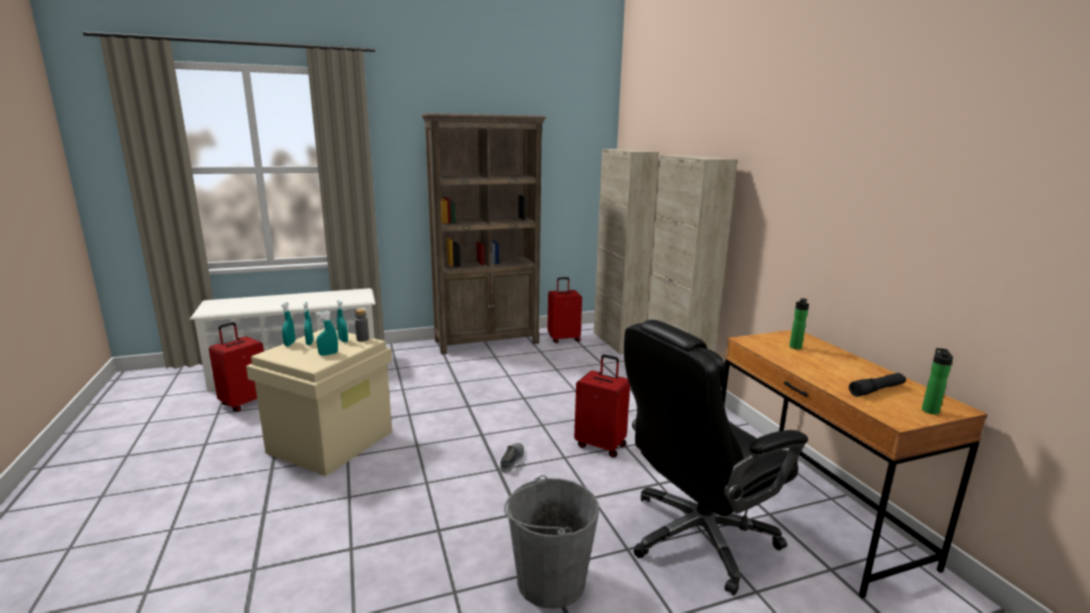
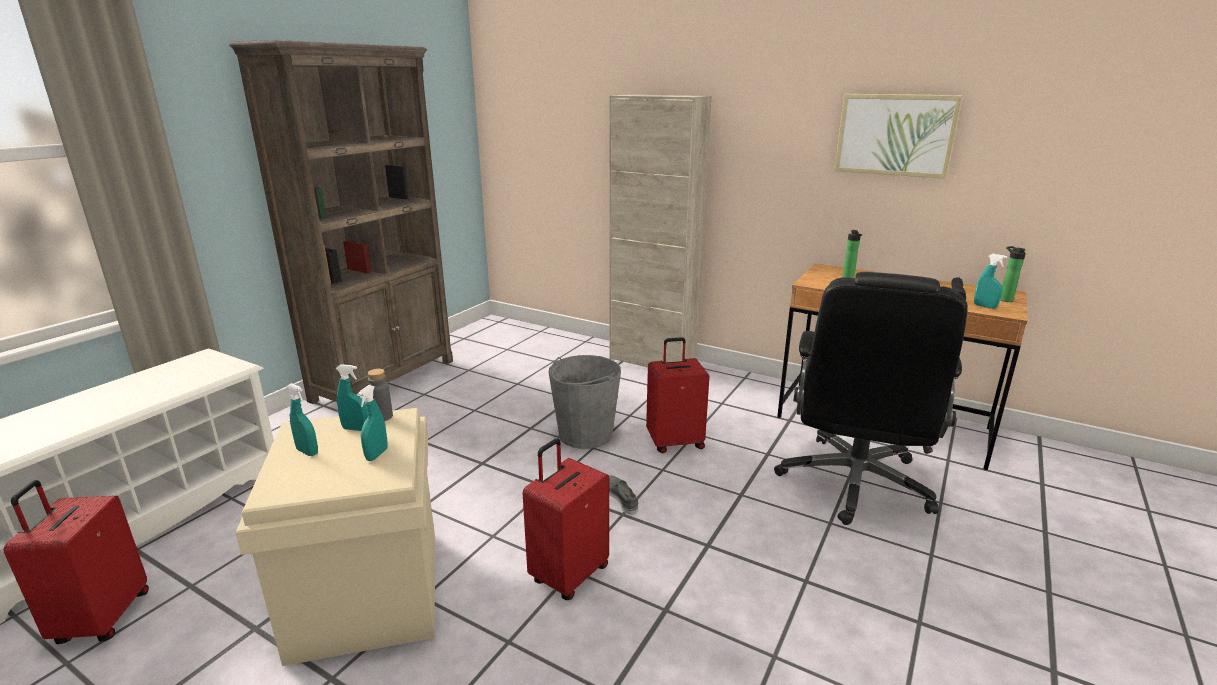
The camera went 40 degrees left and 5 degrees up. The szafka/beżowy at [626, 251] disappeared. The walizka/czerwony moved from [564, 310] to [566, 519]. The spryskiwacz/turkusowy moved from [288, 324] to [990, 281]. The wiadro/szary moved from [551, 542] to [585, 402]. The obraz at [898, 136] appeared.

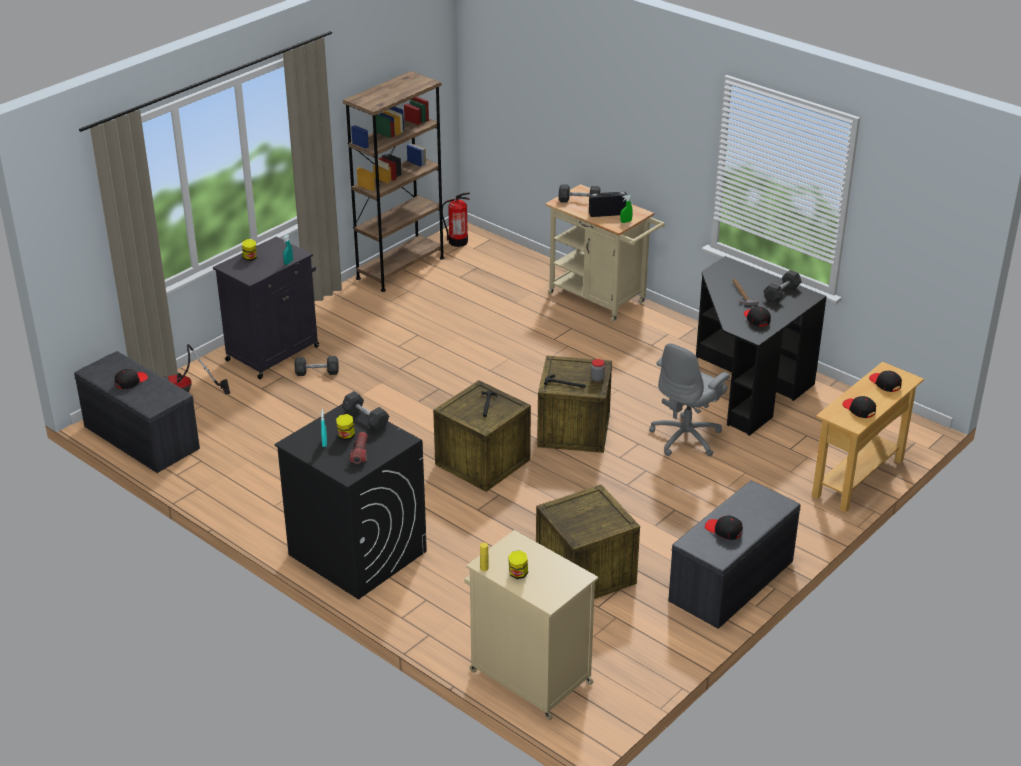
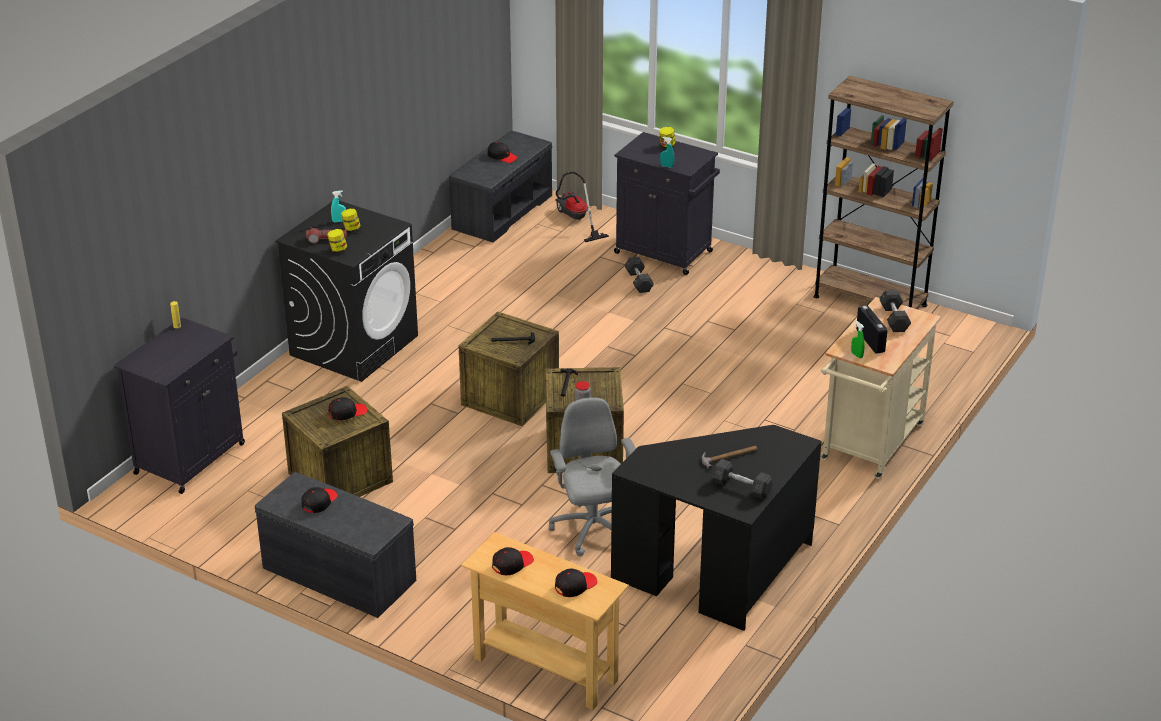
The camera went 80 degrees right and 0 degrees up. The gaśnica at [456, 219] disappeared. The czapka z daszkiem/czarny moved from [757, 316] to [347, 409]. The krzesło biurowe/szary at [689, 399] turned 45 degrees clockwise. The hantel/szary at [365, 411] disappeared. The szafka/beżowy at [531, 625] became the szafka/czarny at [179, 405]. The słoik moved from [518, 564] to [337, 241].

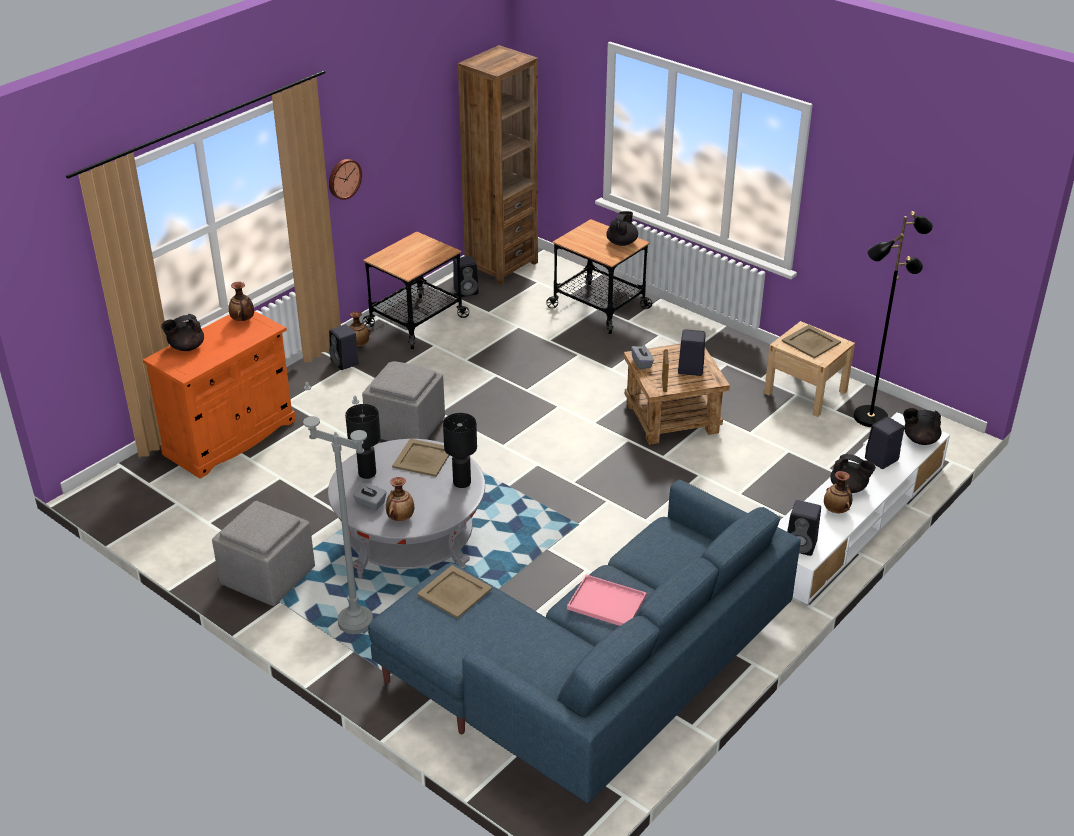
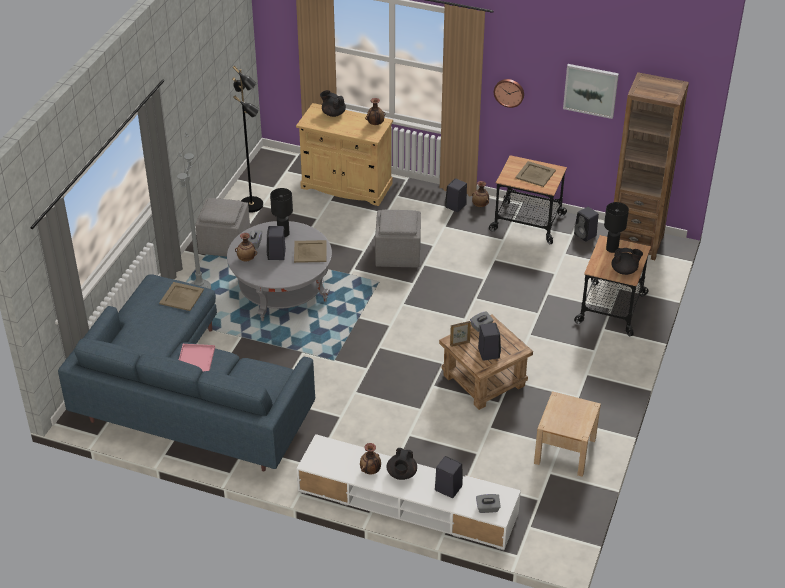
The camera went 70 degrees right and 5 degrees up. The lampa stojąca/czarny moved from [893, 319] to [247, 139]. The szafka/pomarańczowy at [219, 395] became the szafka/beżowy at [344, 154]. The taca/beżowy moved from [811, 342] to [535, 174]. The imbryk/czarny at [922, 426] was replaced by the pudełko chusteczek/szary at [488, 503]. The lampa stołowa/czarny moved from [460, 450] to [616, 227]. The głośnik/czarny moved from [804, 528] to [276, 243]. The obraz at [591, 91] appeared.

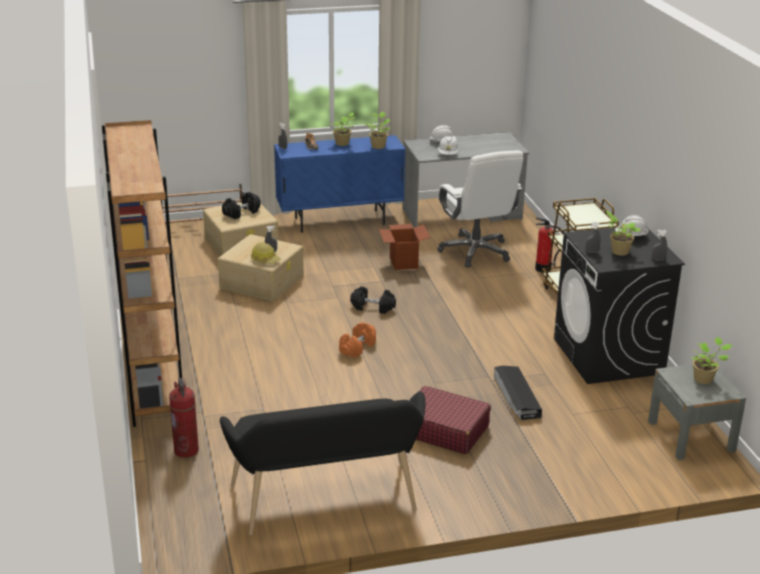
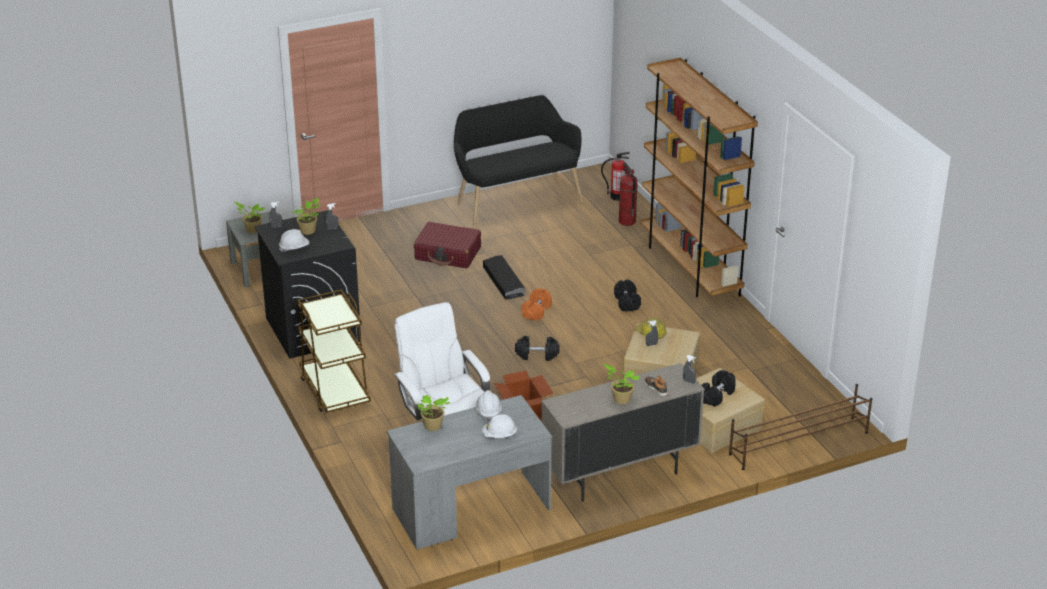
The camera went 170 degrees right and 5 degrees up. The roślina doniczkowa moved from [377, 130] to [433, 413]. The szafka/niebieski at [339, 184] became the szafka/beżowy at [622, 432]. The gaśnica moved from [549, 244] to [615, 176]. The pojemnik do przechowywania/czarny moved from [518, 393] to [504, 277]. The hantel/czarny at [627, 295] appeared.

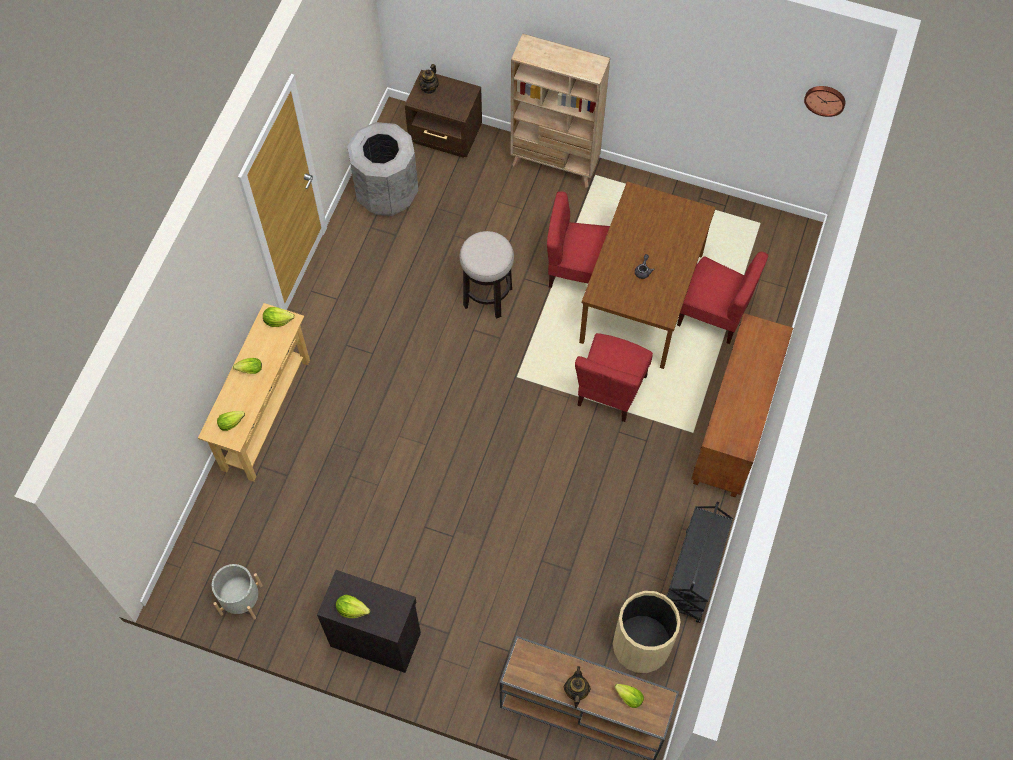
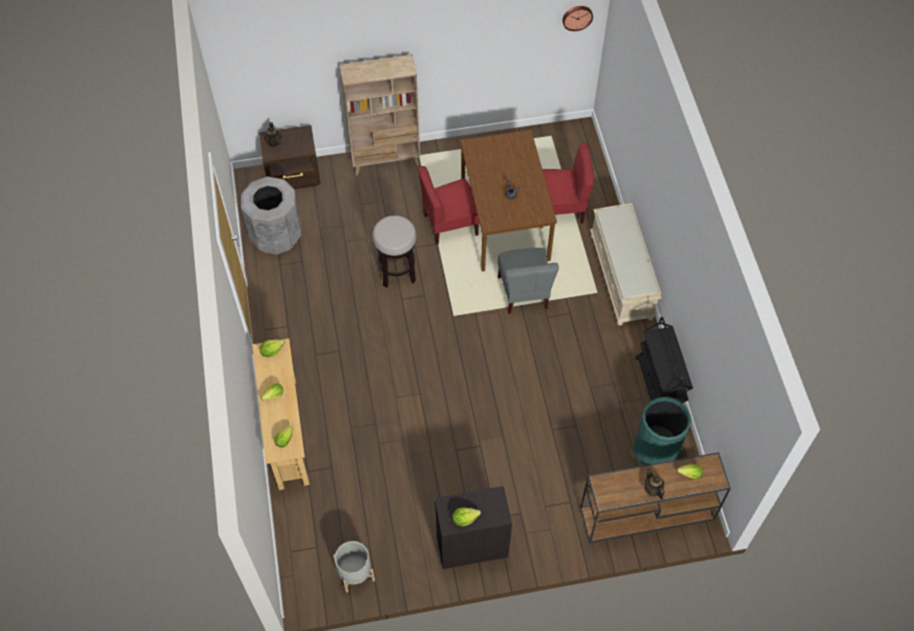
The camera went 30 degrees left and 5 degrees down. The szafka/brązowy at [742, 405] was replaced by the ławka/beżowy at [626, 264]. The krzesło/czerwony at [614, 377] became the krzesło/szary at [528, 281]. The kosz na śmieci/beżowy at [647, 632] became the kosz na śmieci/zielony at [662, 431].

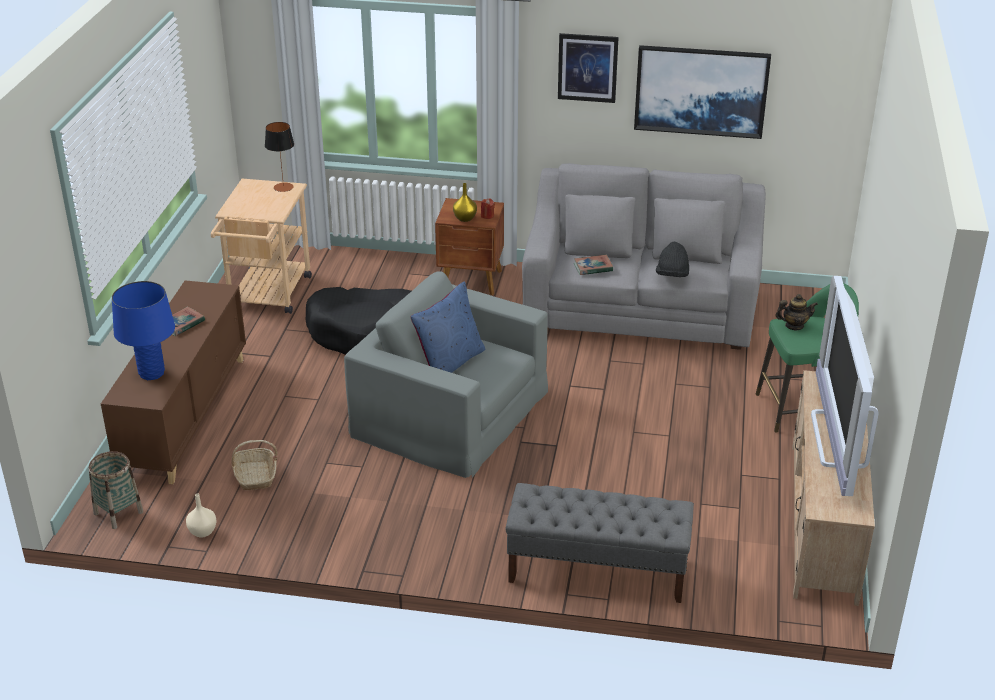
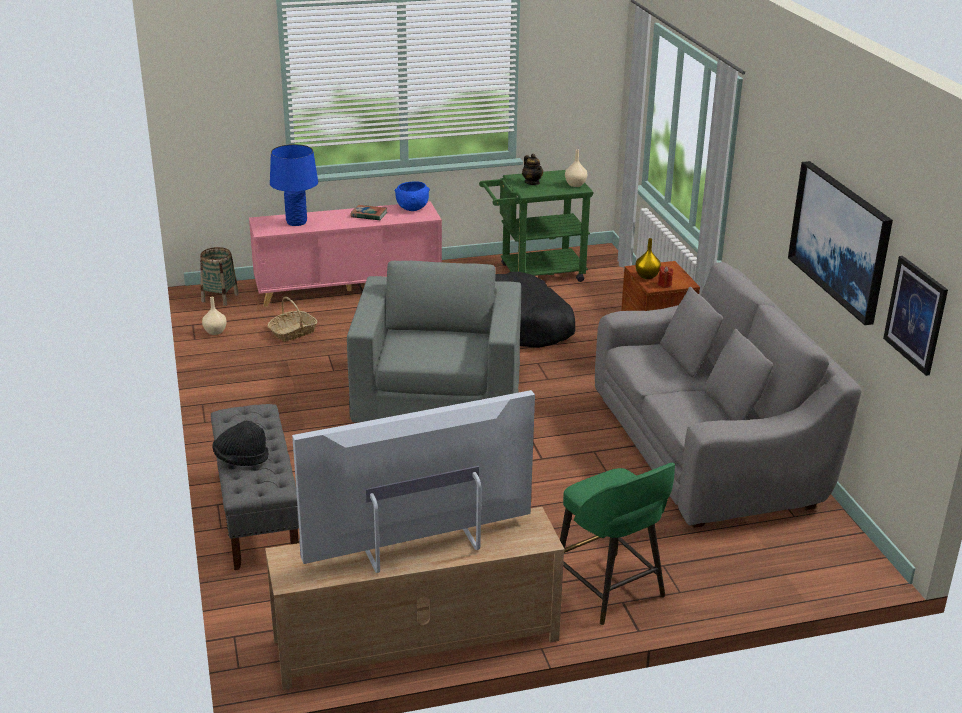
The camera went 65 degrees right and 5 degrees down. The obraz moved from [588, 68] to [915, 316]. The lampa stołowa at [279, 157] was replaced by the wazon/beżowy at [576, 168]. The wózek/beżowy at [261, 246] became the wózek/zielony at [536, 226]. The kapelusz/czarny moved from [672, 259] to [240, 443]. The książka at [593, 264] disappeared. The szafka/brązowy at [173, 382] became the szafka/różowy at [345, 254]. The poduszka/niebieski at [448, 327] disappeared. The imbryk moved from [796, 312] to [532, 169]. The miska/niebieski at [412, 196] appeared.

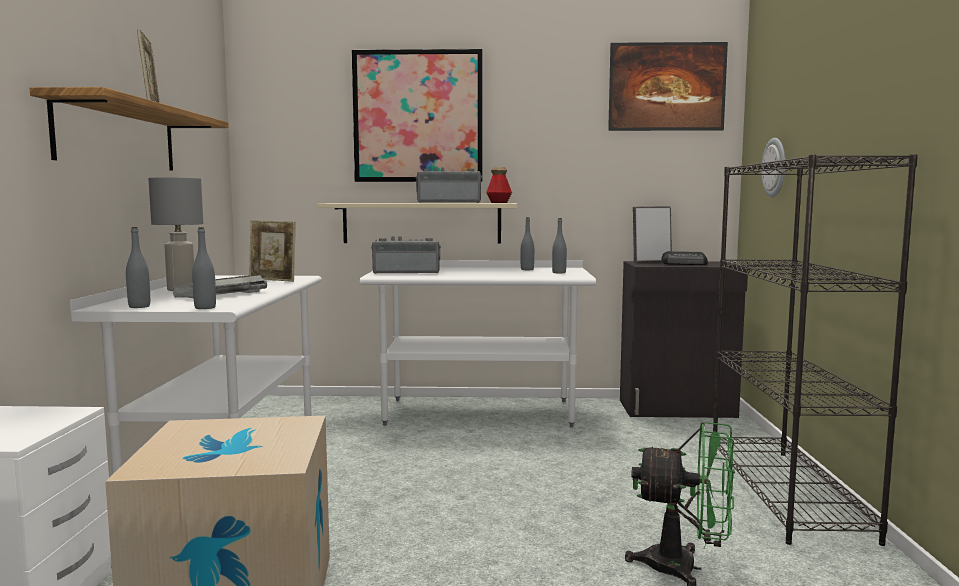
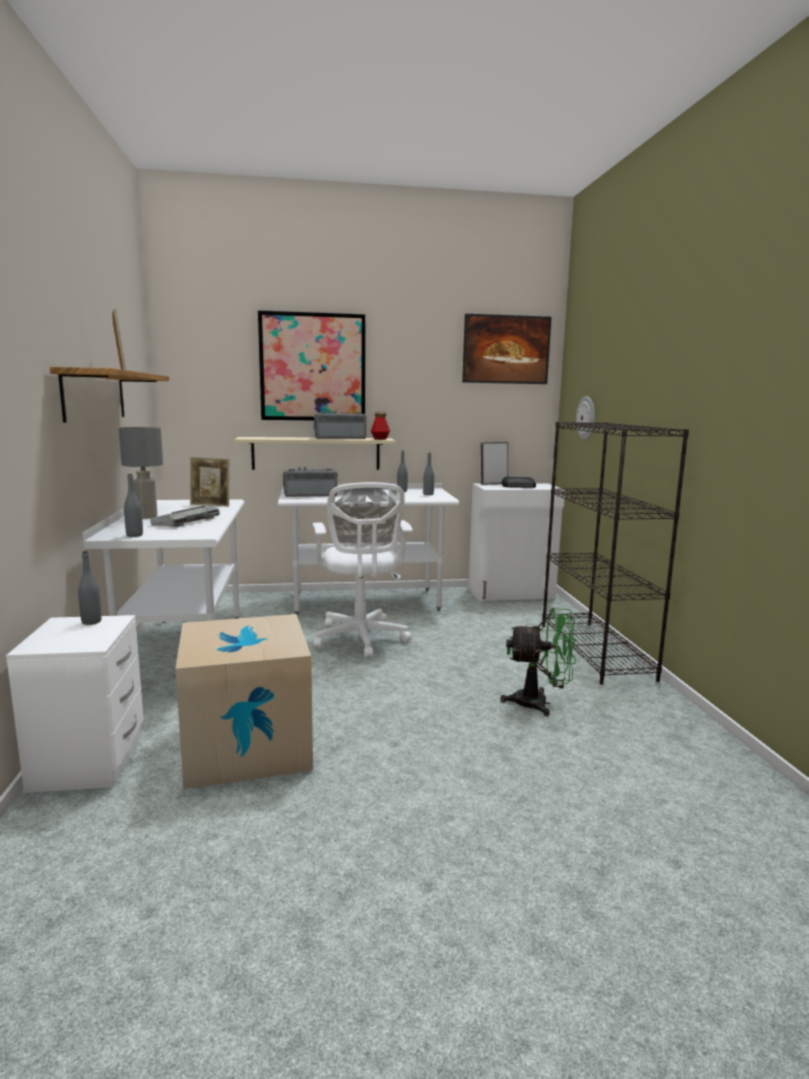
The camera went 10 degrees left and 5 degrees up. The butelka/szary moved from [204, 268] to [90, 588]. The szafka/czarny at [684, 339] became the szafka/biały at [516, 542]. The krzesło biurowe/biały at [363, 570] appeared.

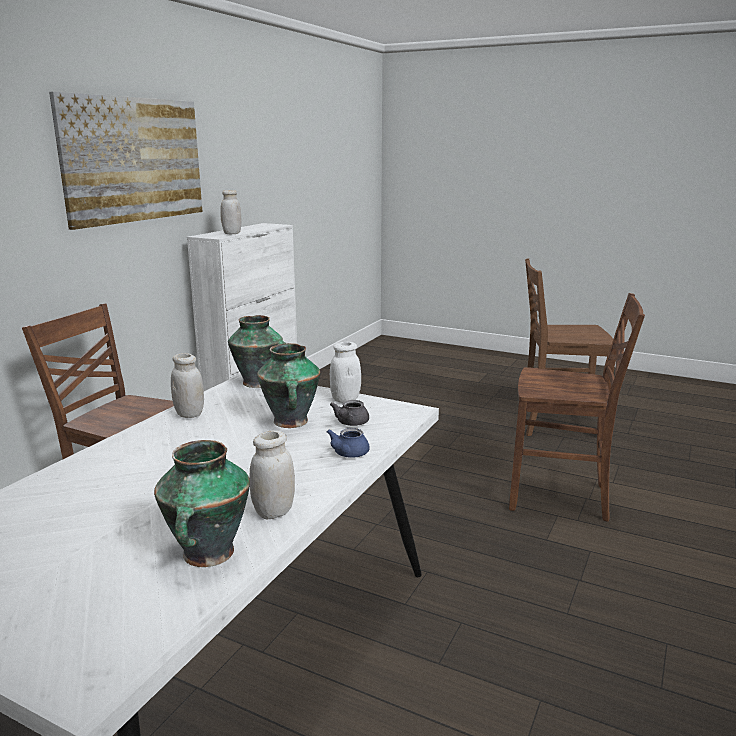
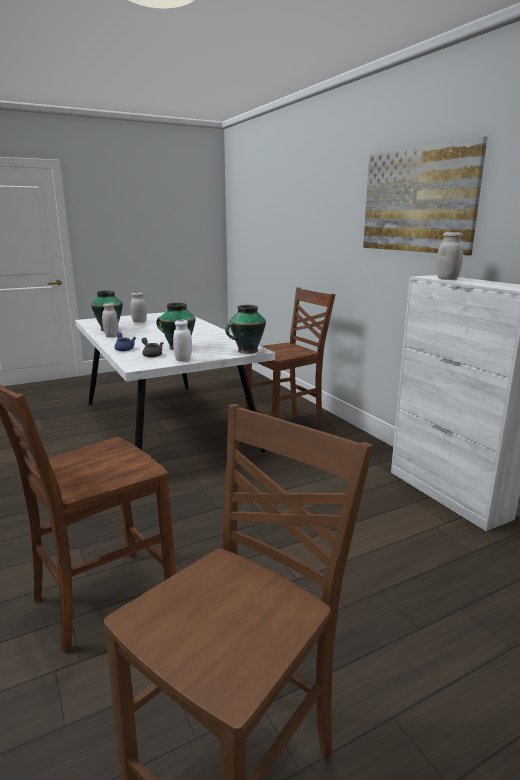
The camera went 125 degrees right and 0 degrees up. The słoik/biały moved from [187, 385] to [138, 307].

